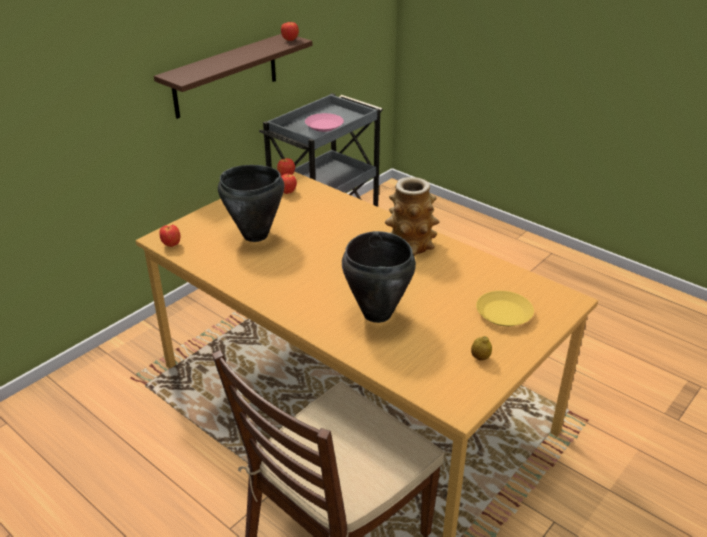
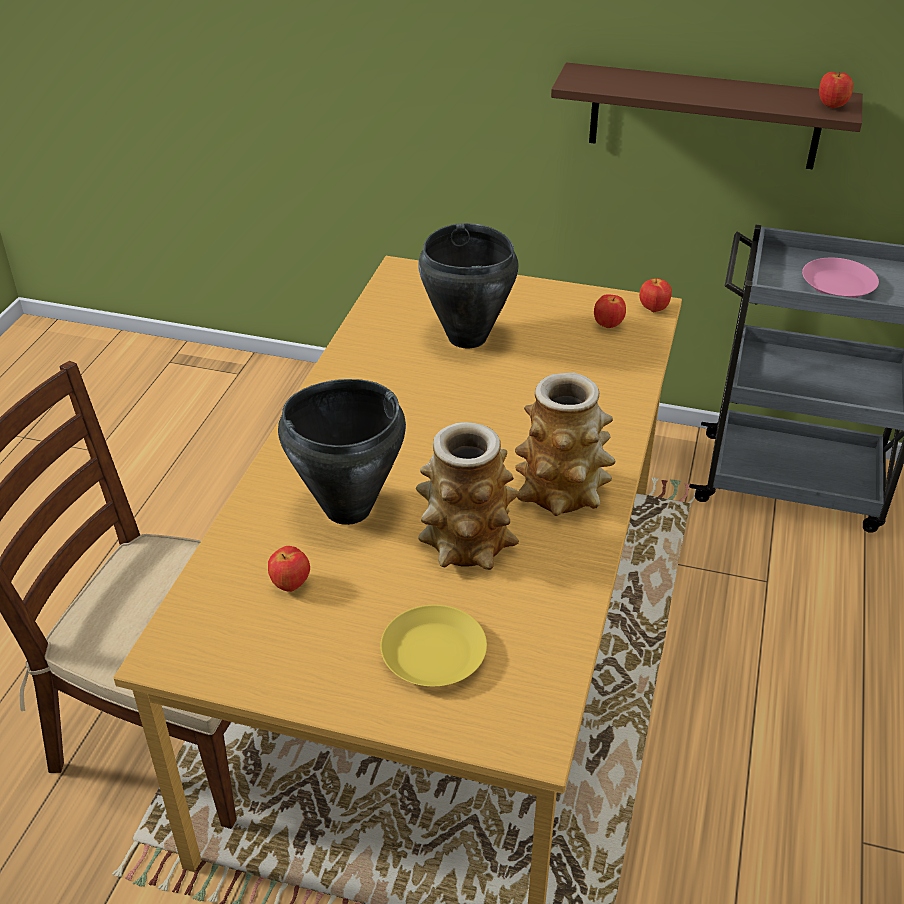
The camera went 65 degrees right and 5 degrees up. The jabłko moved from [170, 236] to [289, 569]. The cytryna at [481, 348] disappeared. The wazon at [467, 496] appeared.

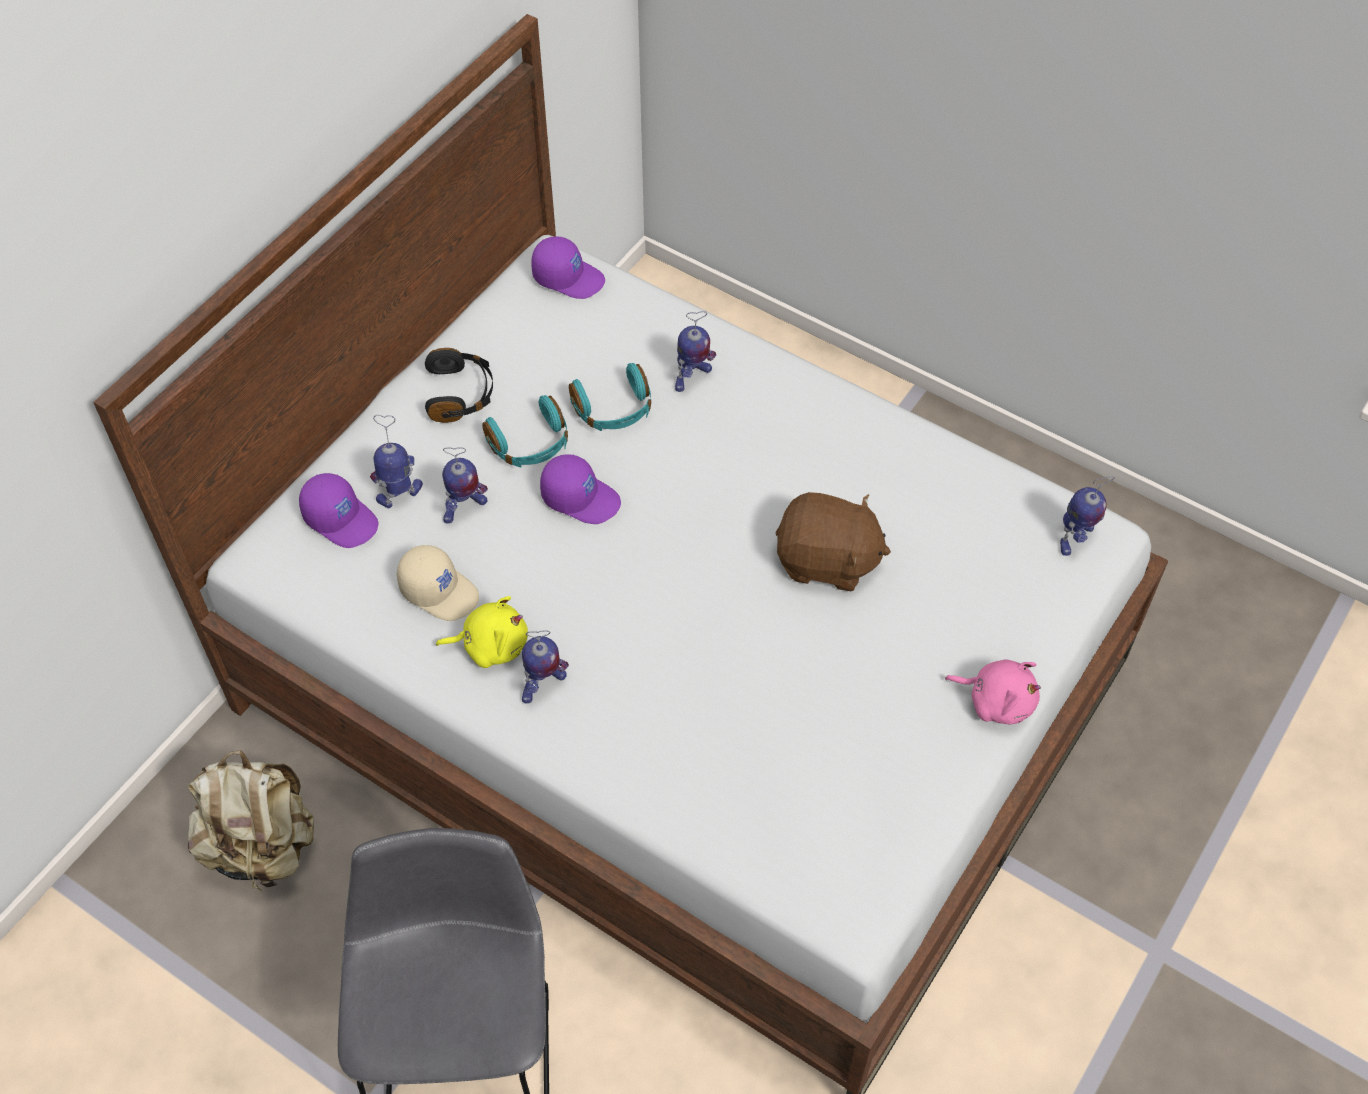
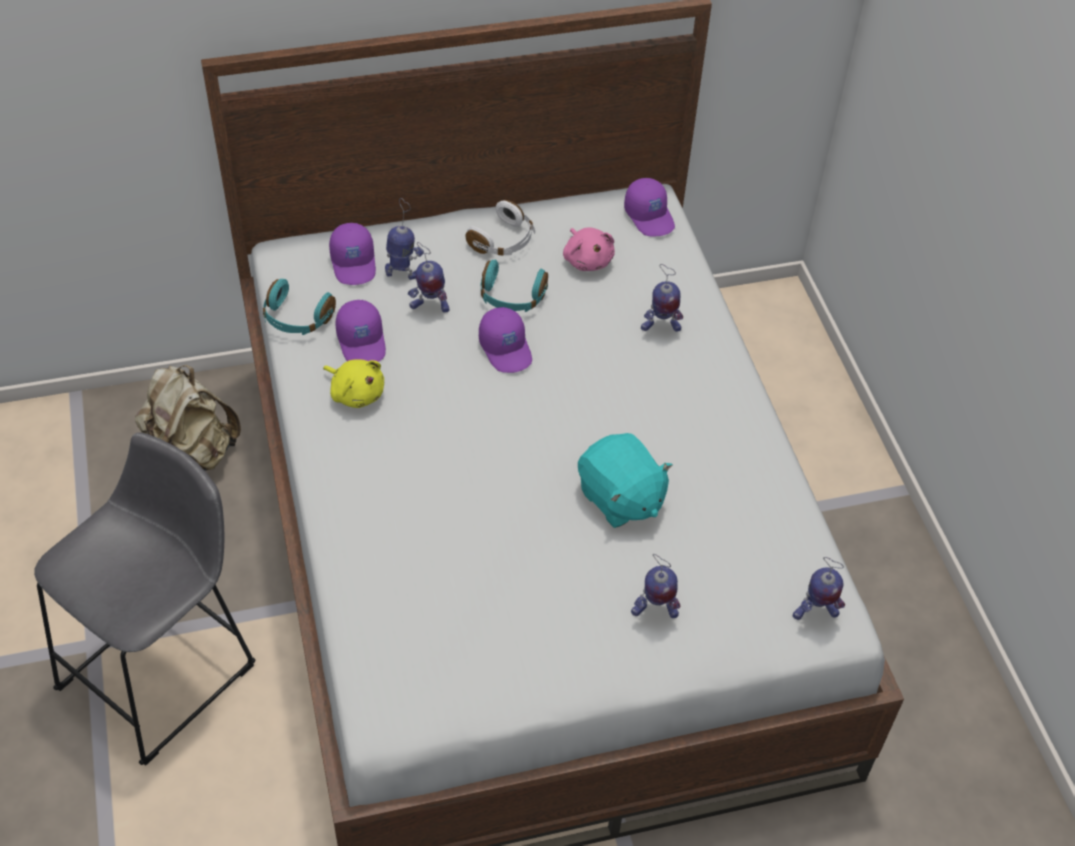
The camera went 40 degrees right and 5 degrees down. The słuchawki/czarny at [459, 385] became the słuchawki/biały at [500, 228]. The słuchawki/turkusowy moved from [610, 397] to [299, 307]. The pluszak/brązowy at [833, 541] became the pluszak/turkusowy at [625, 480]. The czapka z daszkiem/beżowy at [438, 583] became the czapka z daszkiem/fioletowy at [360, 331]. The robot zabawkowy moved from [545, 667] to [655, 586]. The pluszak/różowy moved from [993, 692] to [589, 249].

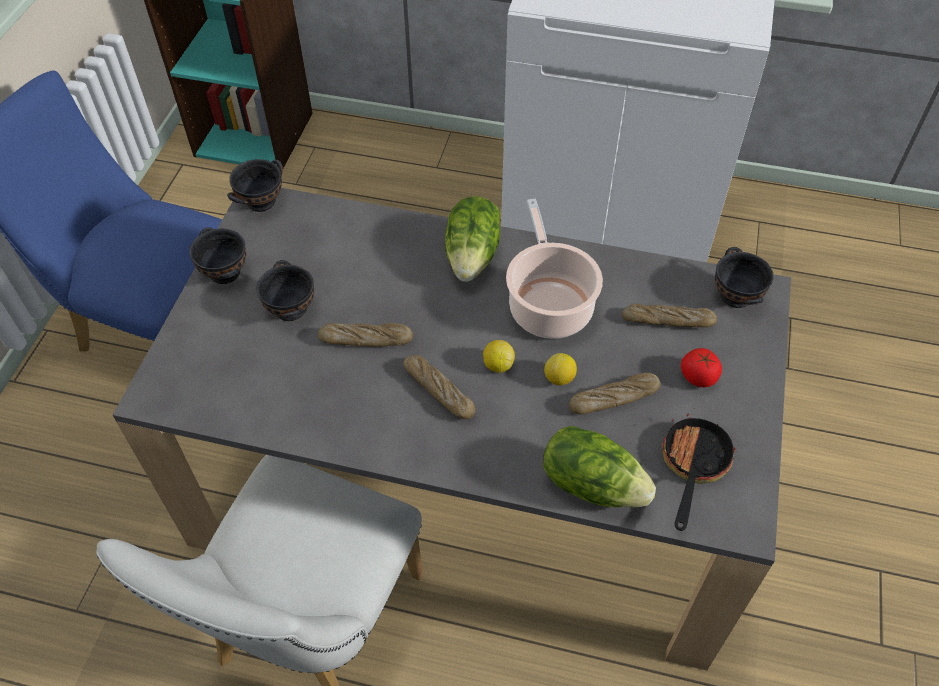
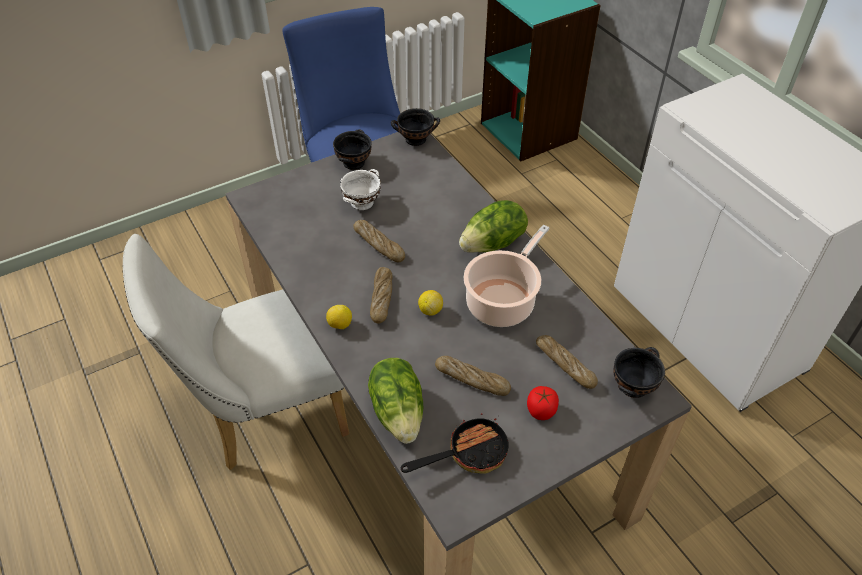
The camera went 45 degrees right and 5 degrees down. The miska/czarny at [285, 290] became the miska/biały at [360, 189]. The cytryna moved from [560, 369] to [339, 317].

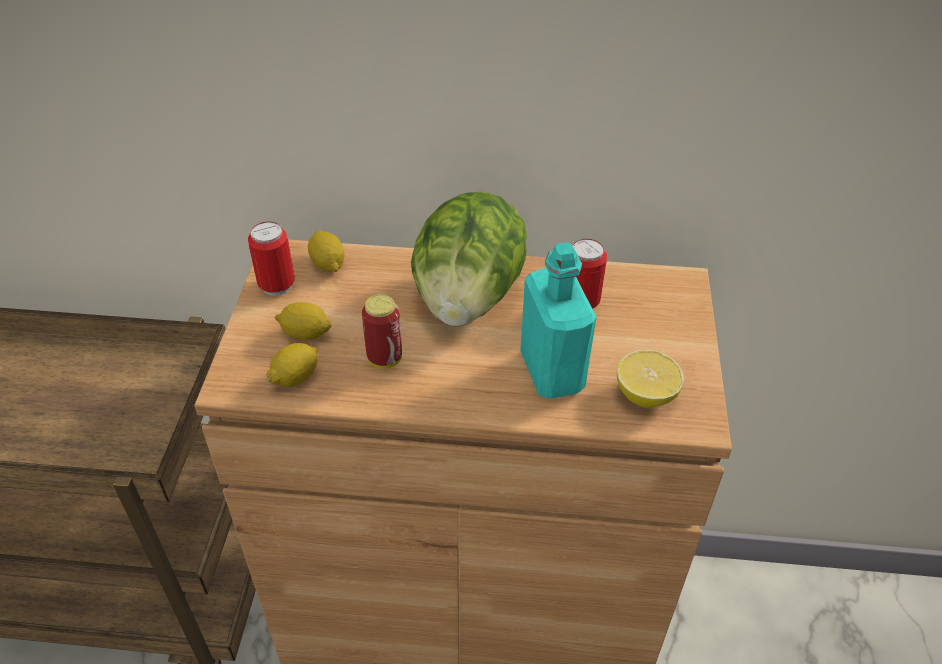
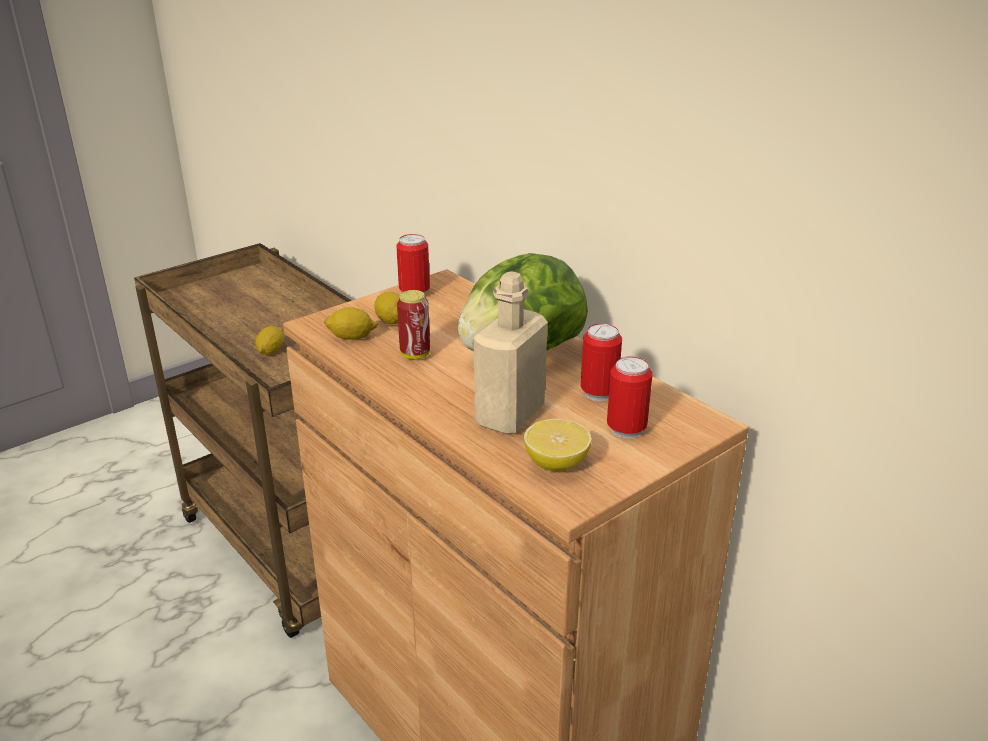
The camera went 45 degrees right and 15 degrees down. The cytryna moved from [326, 251] to [269, 340]. The butelka/turkusowy at [558, 320] became the butelka/beżowy at [510, 353]. The puszka at [630, 397] appeared.

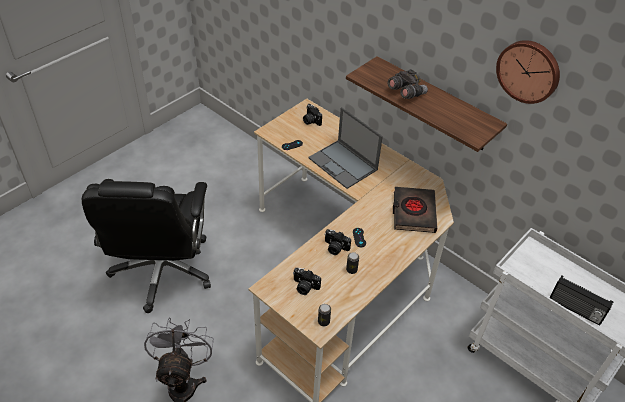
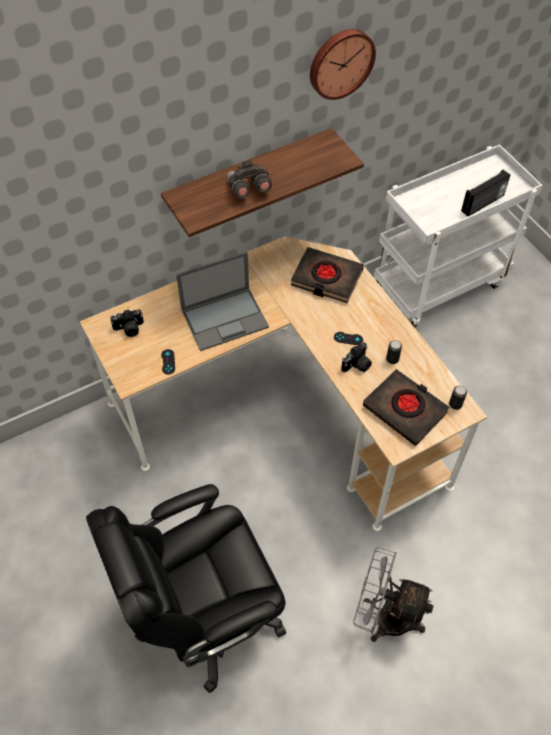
The camera went 70 degrees left and 10 degrees up. The krzesło biurowe/czarny at [146, 246] turned 135 degrees clockwise. The aparat fotograficzny at [307, 281] was replaced by the książka/czarny at [406, 407].

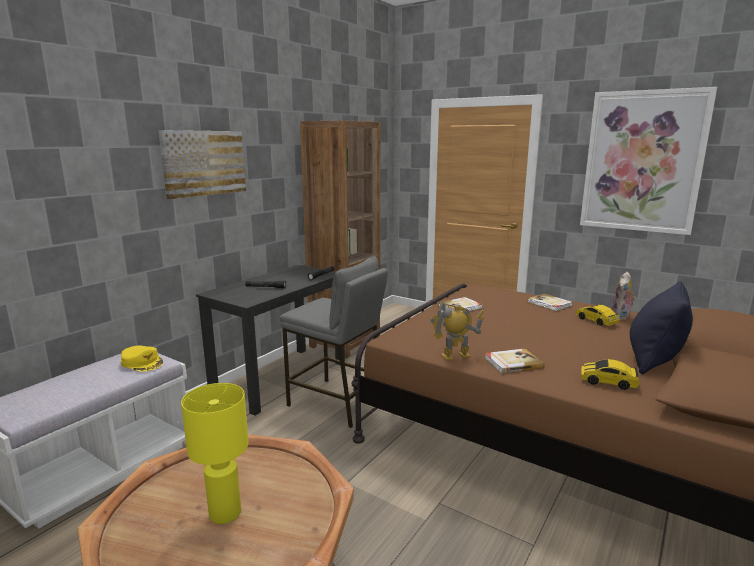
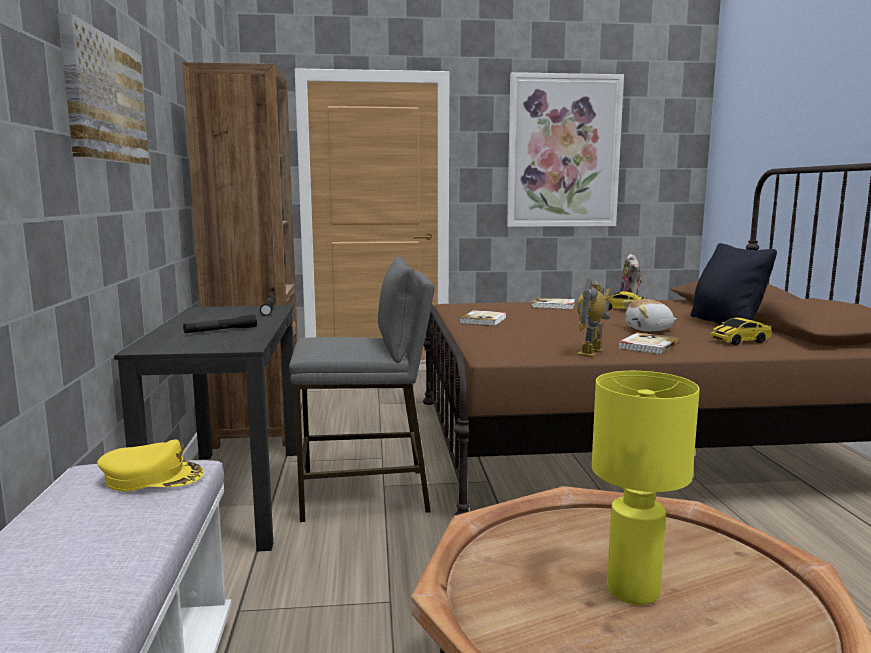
The camera went 40 degrees left and 5 degrees down. The pluszak at [649, 315] appeared.

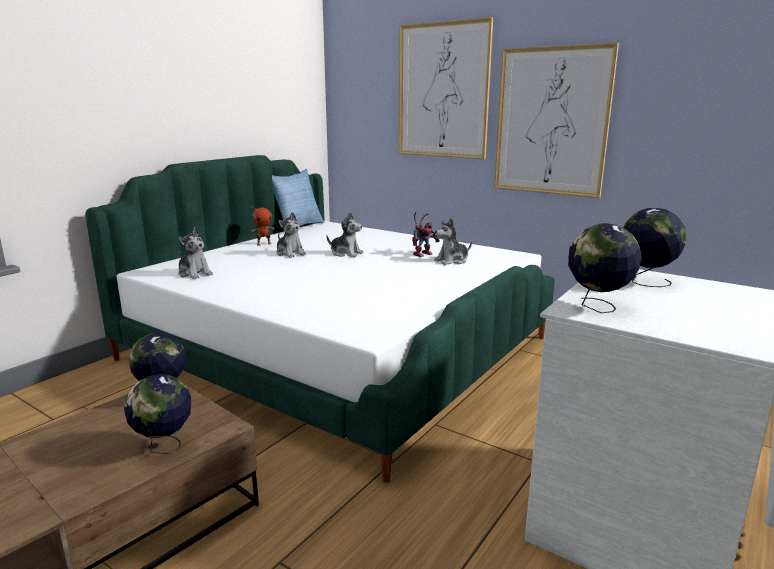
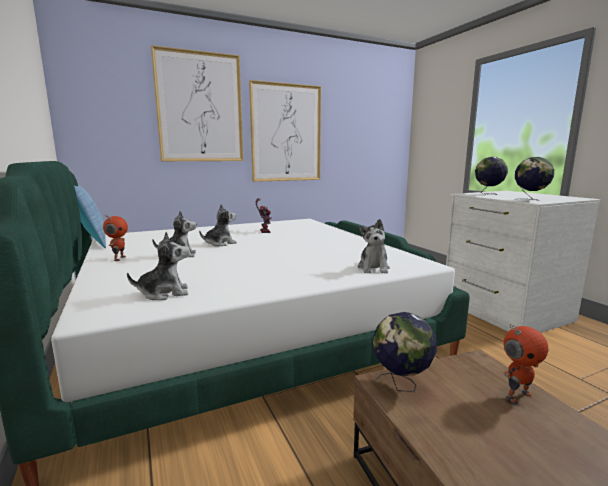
The camera went 60 degrees left and 5 degrees down. The pluszak moved from [453, 241] to [374, 246]. The globus at [157, 414] was replaced by the robot zabawkowy at [525, 363].

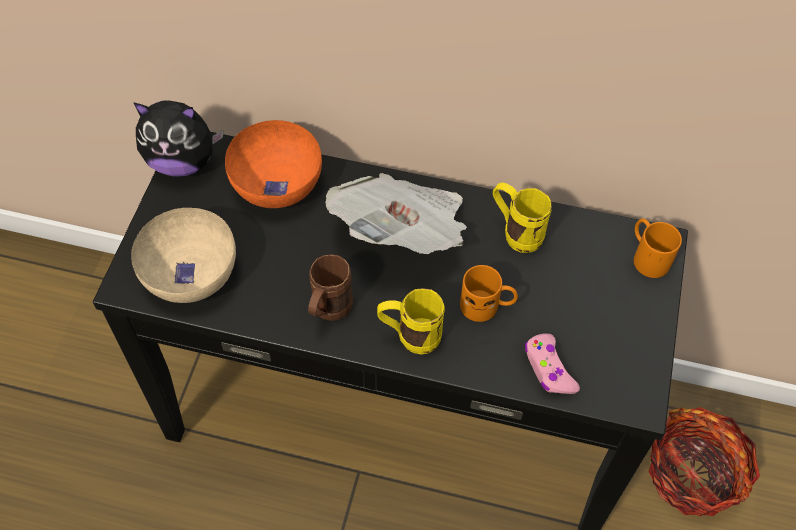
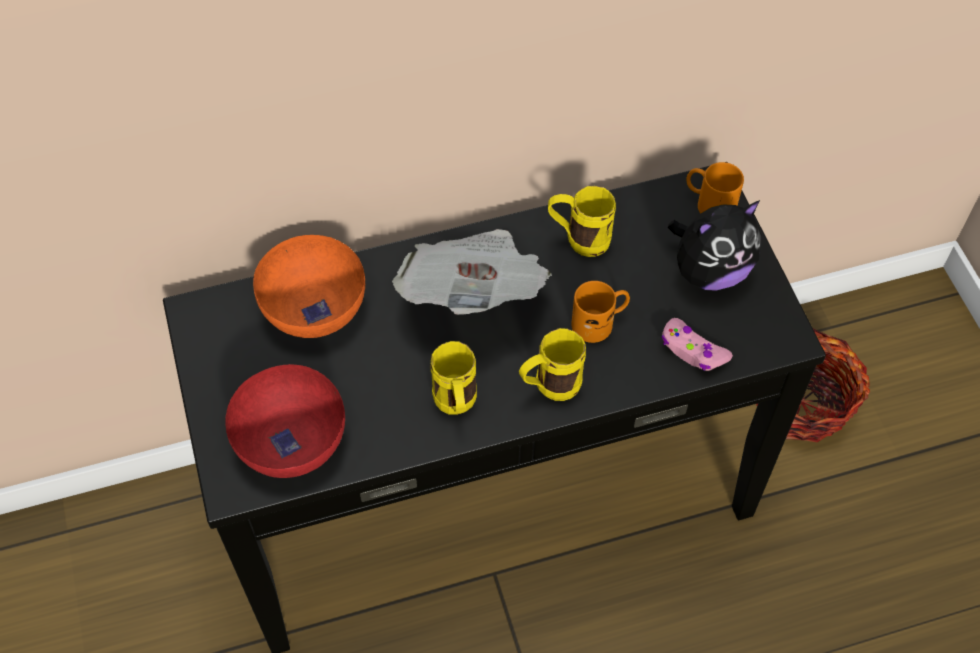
The camera went 30 degrees left and 0 degrees up. The pluszak moved from [178, 138] to [715, 245]. The miska/beżowy at [183, 255] became the miska/czerwony at [285, 421]. The kubek/brązowy at [330, 287] became the kubek/żółty at [453, 378].

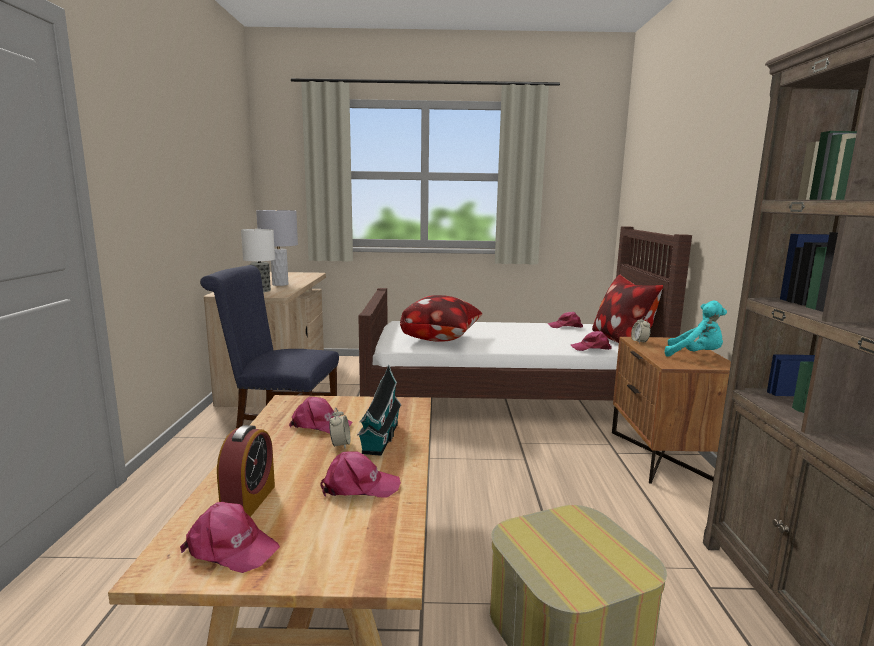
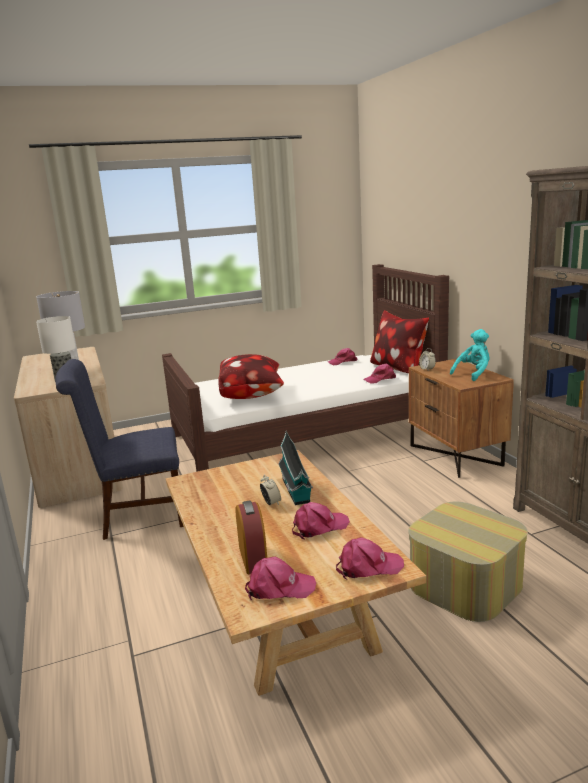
The camera went 20 degrees left and 5 degrees up. The pluszak/turkusowy at [696, 329] turned 45 degrees counterclockwise. The czapka z daszkiem/różowy moved from [321, 415] to [370, 558].

